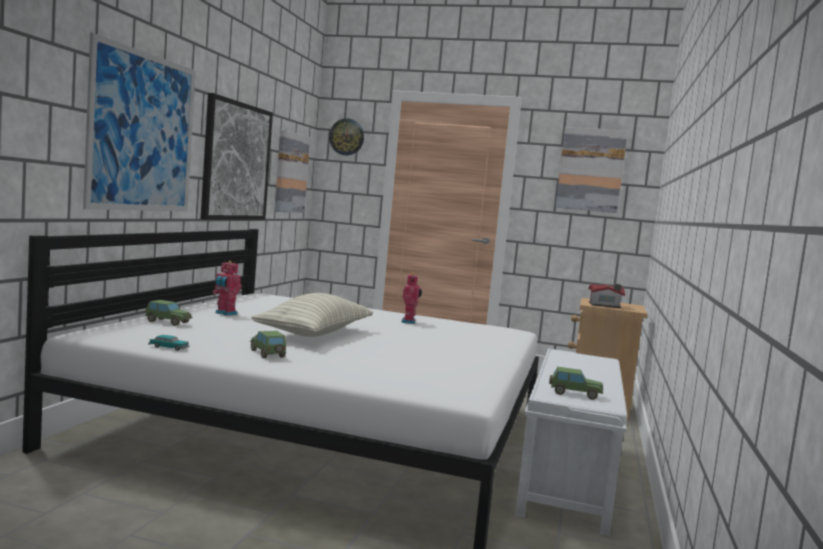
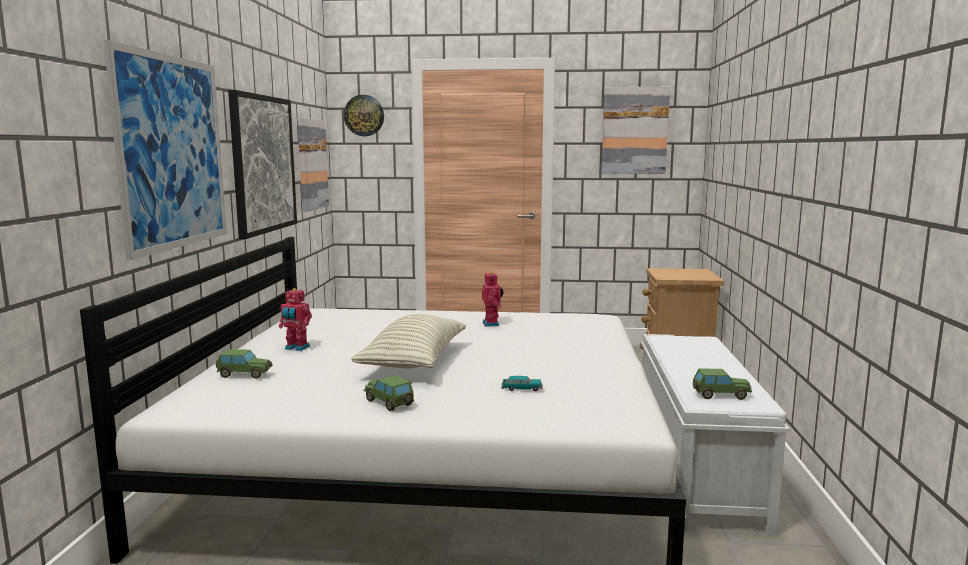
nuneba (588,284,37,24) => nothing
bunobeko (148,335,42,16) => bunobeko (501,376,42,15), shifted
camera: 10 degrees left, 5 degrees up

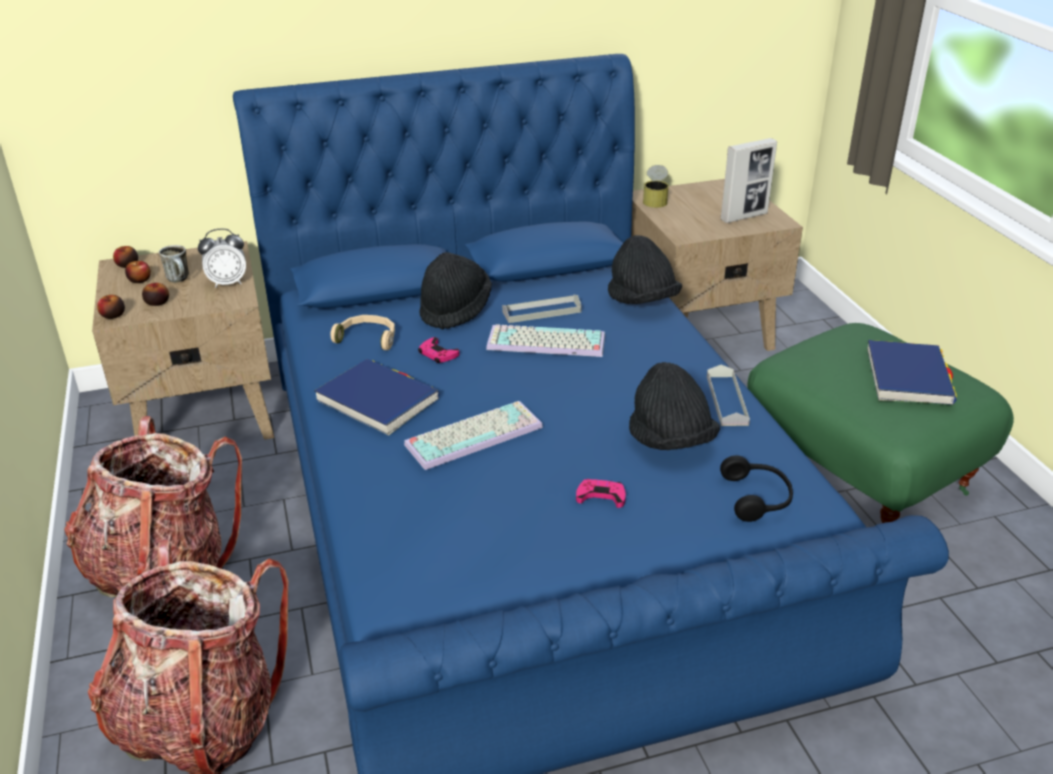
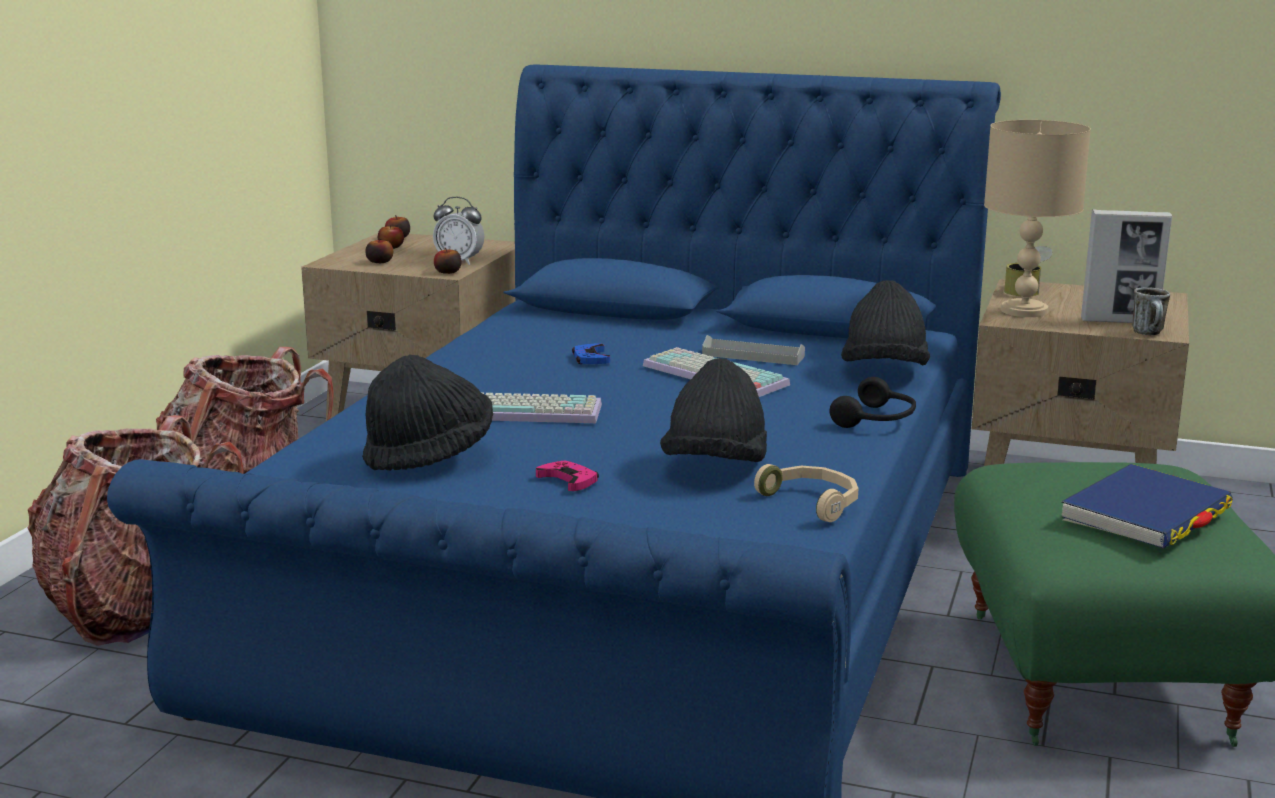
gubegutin (159,245,30,38) => gubegutin (1132,287,38,48), shifted
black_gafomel (419,252,73,78) => black_gafomel (362,354,131,116), shifted
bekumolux (97,295,28,24) => bekumolux (434,248,27,26), shifted
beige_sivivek (331,315,64,35) => beige_sivivek (754,464,104,58), shifted
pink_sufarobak (418,337,42,26) => blue_sufarobak (572,344,38,20)
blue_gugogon (314,359,126,76) => nothing
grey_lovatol (707,364,43,62) => nothing
black_sivivek (720,455,73,67) => black_sivivek (830,377,86,51), shifted
nothing => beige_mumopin (984,120,107,197)
camera: 35 degrees right, 15 degrees down

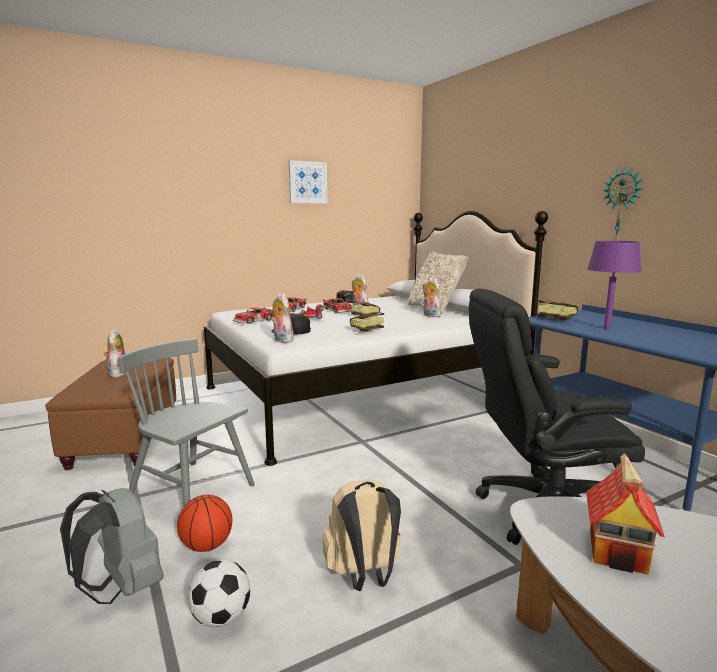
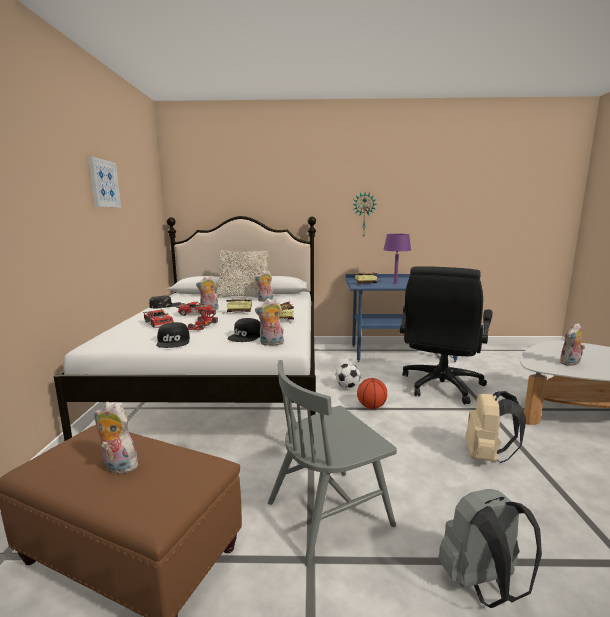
bunobeko (233,307,41,17) => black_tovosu (156,322,34,26)
nuneba (586,453,79,122) => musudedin (560,323,25,43)
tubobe (177,495,55,57) => tubobe (357,378,30,31), shifted
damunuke (188,560,62,67) => damunuke (336,363,25,25), shifted
camera: 60 degrees left, 0 degrees up

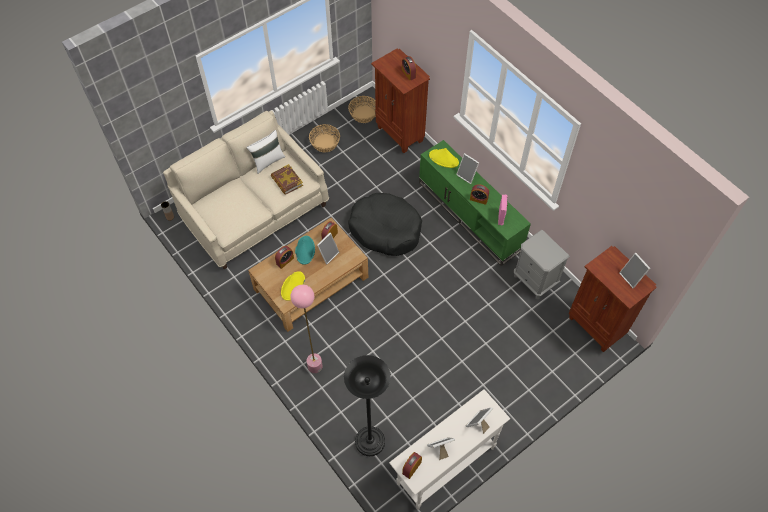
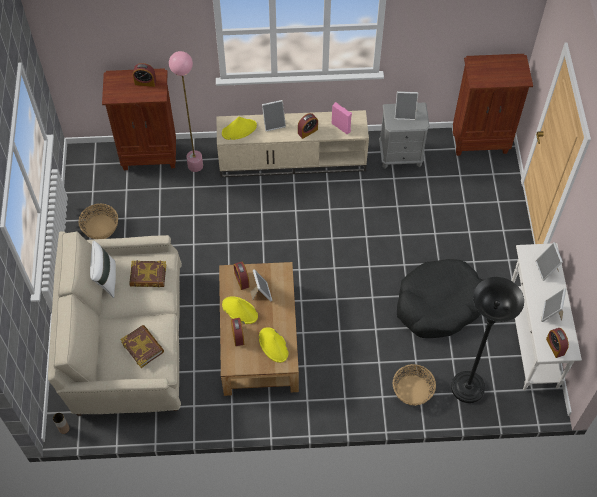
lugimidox (348,96,28,27) => lugimidox (393,364,43,42), shifted
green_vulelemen (419,140,112,126) => beige_vulelemen (216,110,153,67)
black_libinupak (348,193,74,63) => black_libinupak (397,259,86,79), shifted
turquoise_gafomel (295,236,20,29) => yellow_gafomel (222,296,36,28)
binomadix (619,253,31,35) => binomadix (395,91,23,29), shifted
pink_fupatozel (291,285,31,88) => pink_fupatozel (169,51,34,121), shifted
nothing => gugogon (120,325,44,43)
camera: 55 degrees left, 0 degrees up

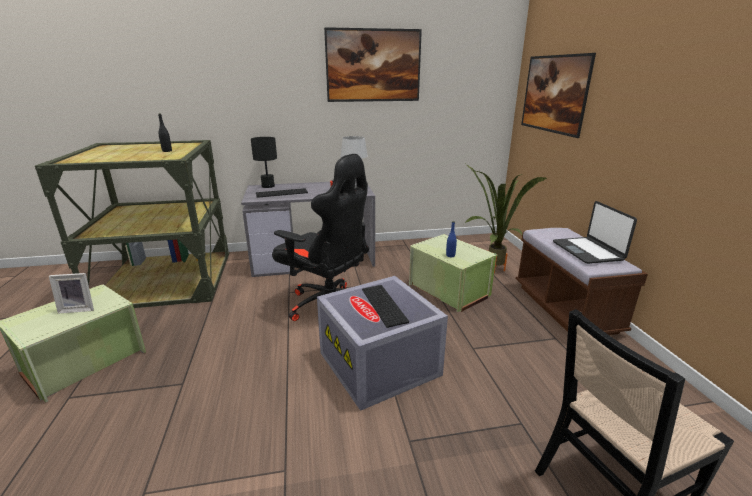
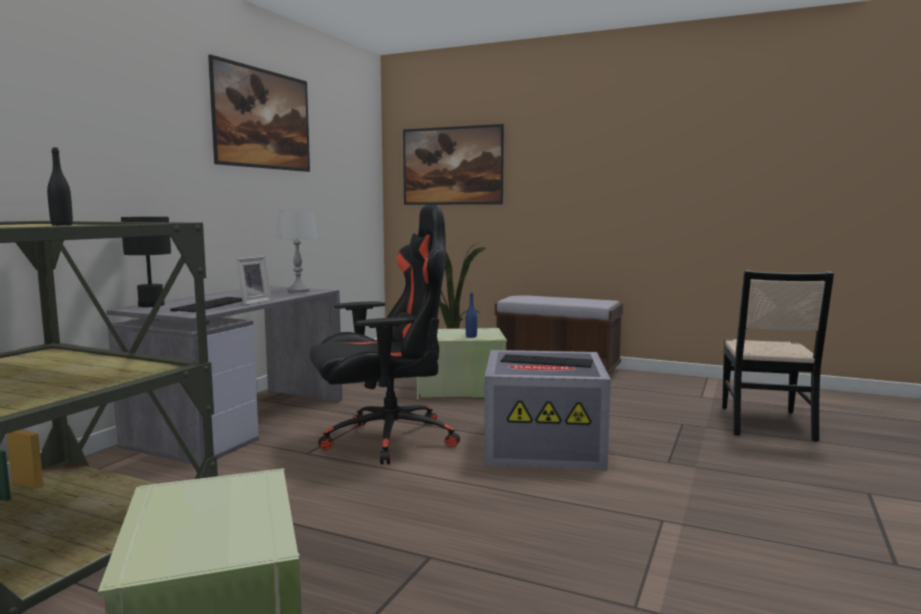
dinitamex (553,201,84,63) => nothing
binomadix (49,273,45,41) => binomadix (236,256,36,49), shifted
camera: 55 degrees left, 15 degrees down

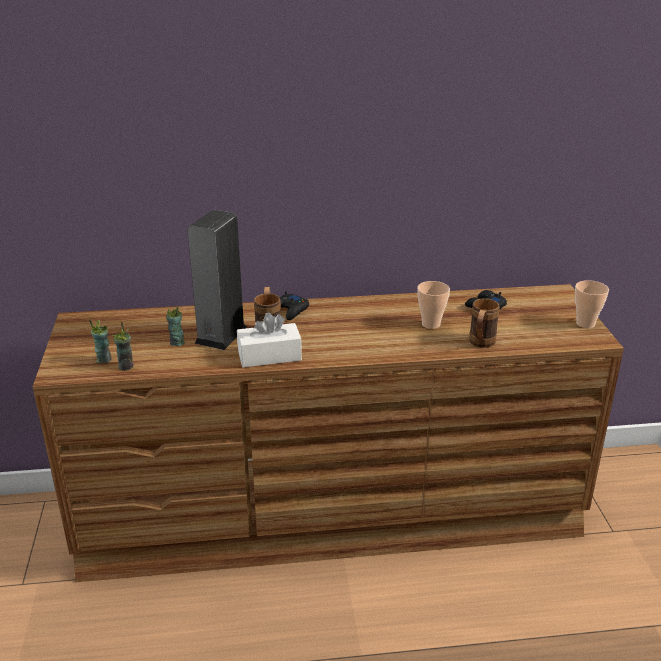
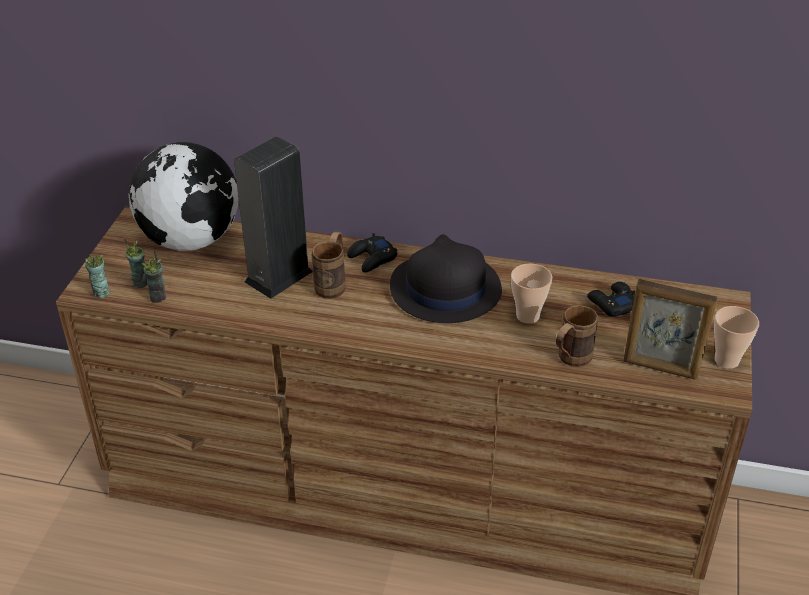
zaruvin (166,307,19,39) => zaruvin (85,254,25,44), shifted
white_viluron (237,312,65,56) => nothing
nothing => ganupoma (129,142,110,109)
nothing => black_gafomel (390,234,112,89)
nothing => binomadix (623,279,95,101)
camera: 20 degrees right, 10 degrees up

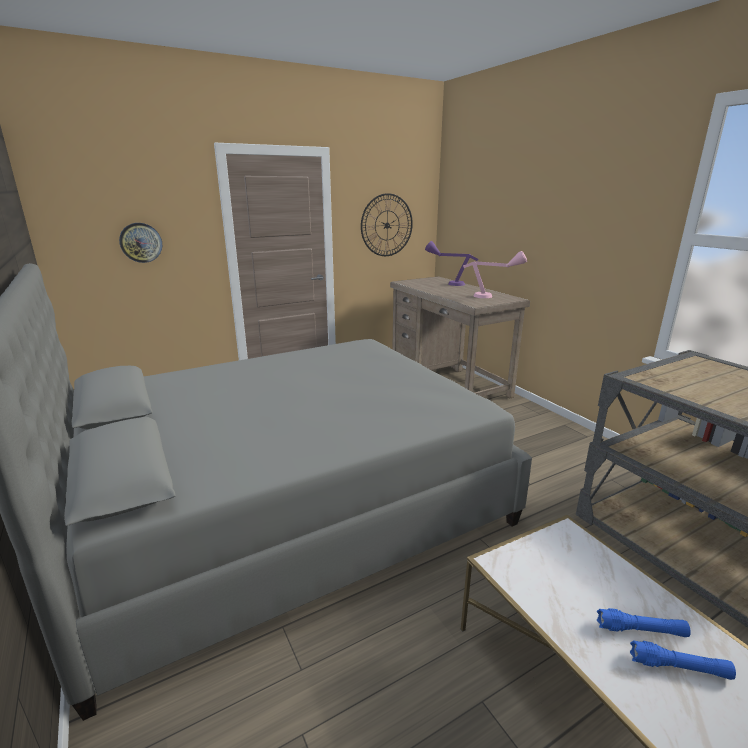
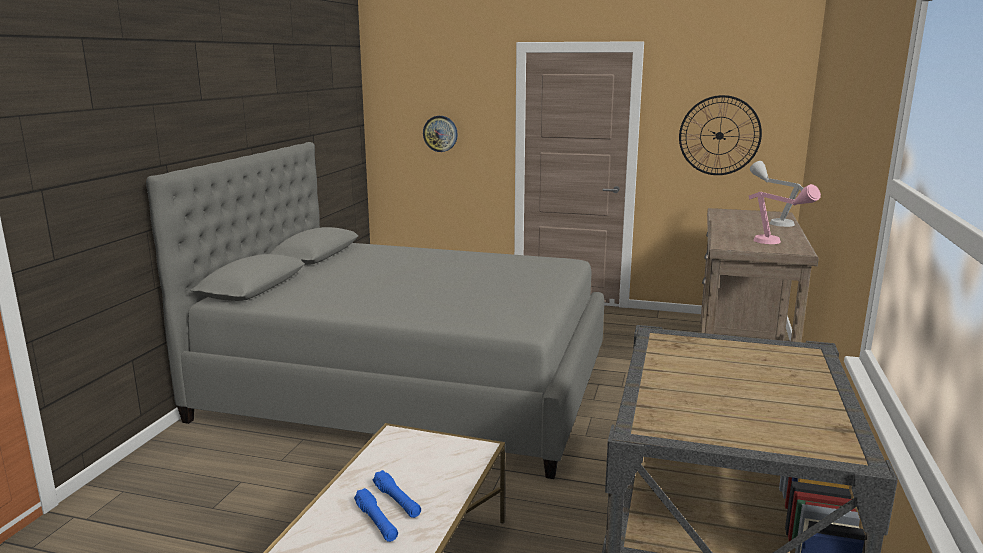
purple_mumopin (425,241,53,45) => grey_mumopin (750,161,53,66)
camera: 45 degrees right, 5 degrees down

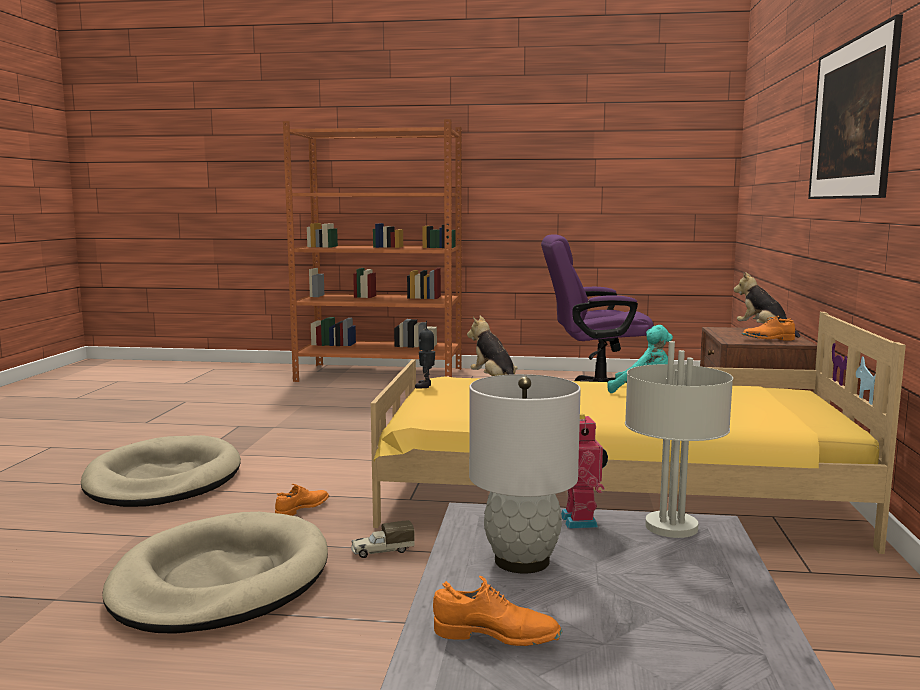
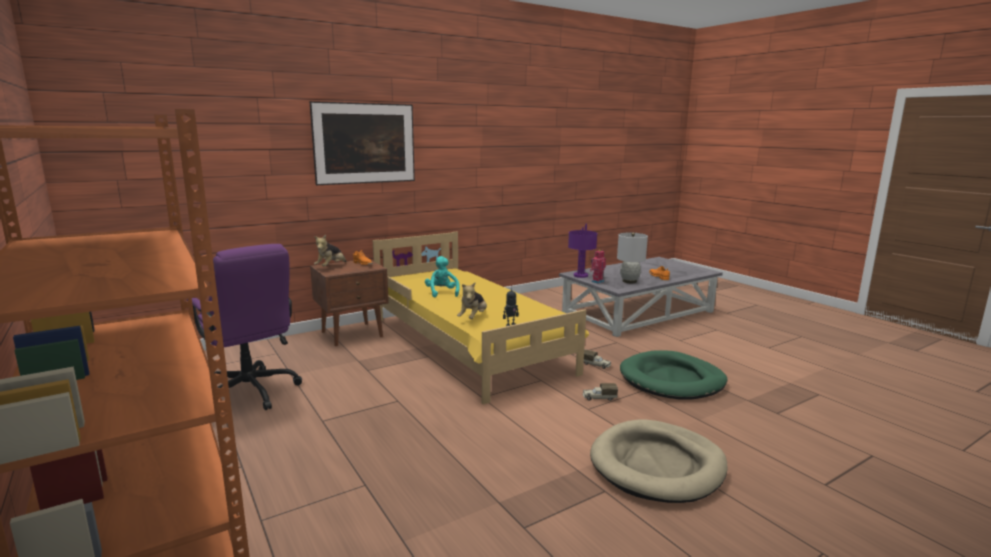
grey_mumopin (625,341,108,197) => purple_mumopin (568,224,29,54)
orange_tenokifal (275,484,54,32) => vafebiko (583,383,35,18)
beige_libinupak (102,512,226,122) => green_libinupak (620,350,108,50)
camera: 130 degrees left, 5 degrees up

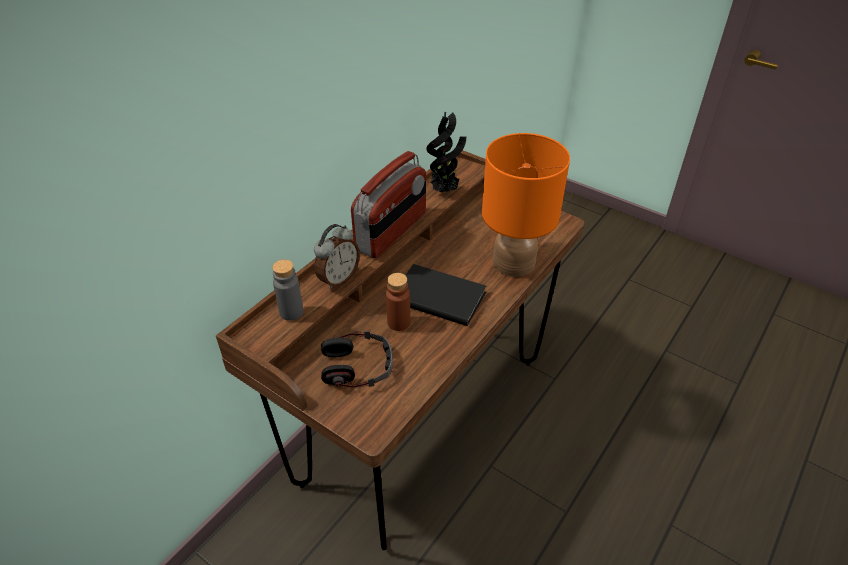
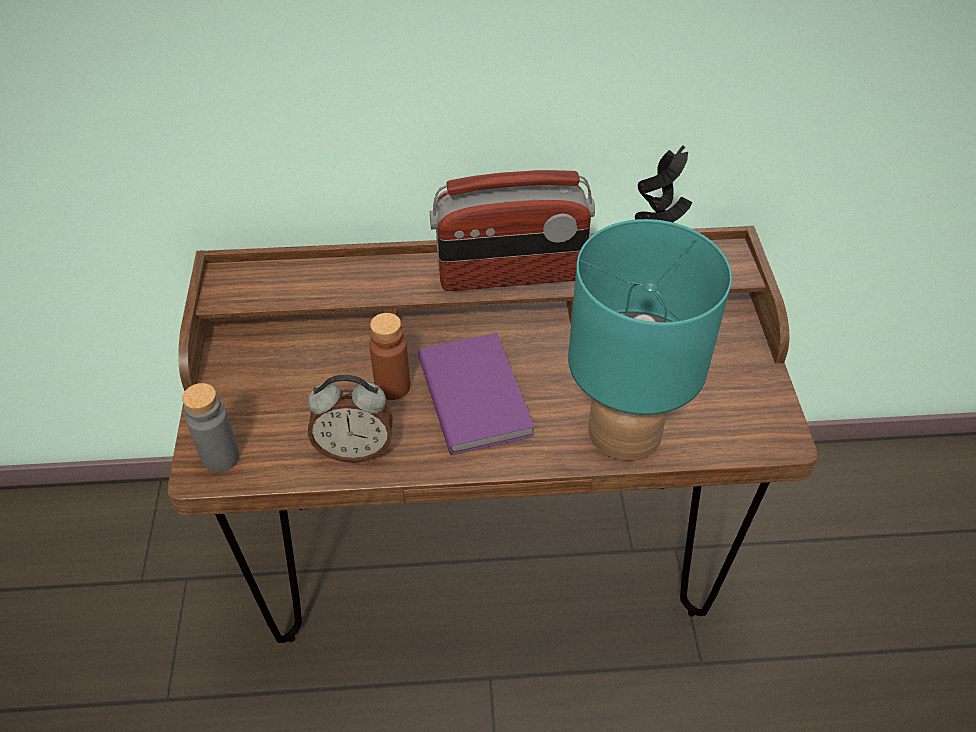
orange_mumopin (482,133,88,144) => turquoise_mumopin (568,219,164,242)
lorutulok (314,224,46,65) => lorutulok (308,374,85,89), shifted
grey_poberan (272,259,32,62) => grey_poberan (182,383,58,89), shifted
black_gugogon (405,264,81,62) => purple_gugogon (418,333,117,122)
sivivek (321,331,72,57) => nothing
camera: 50 degrees right, 5 degrees up

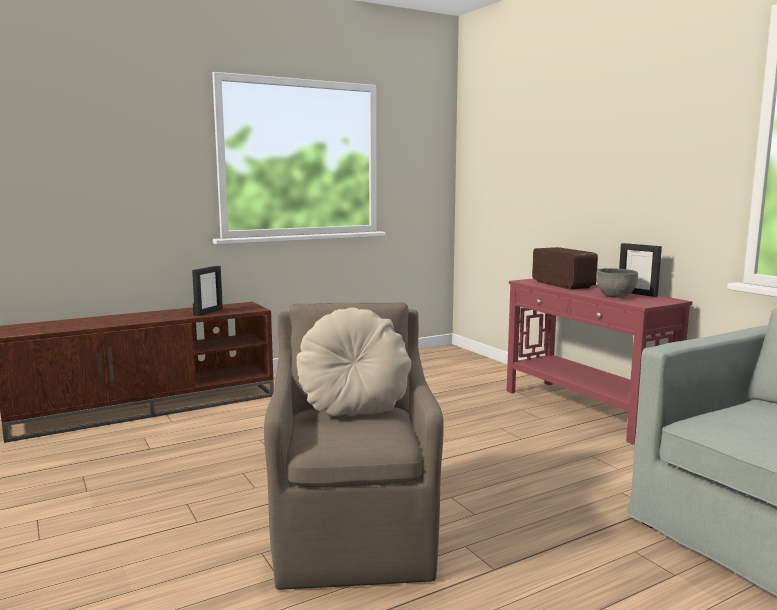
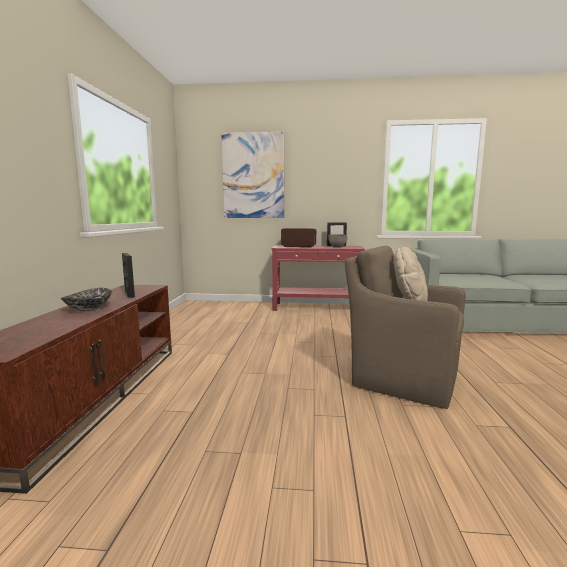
nothing => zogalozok (221,132,63,86)
nothing => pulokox (61,288,51,23)
camera: 55 degrees left, 0 degrees up

